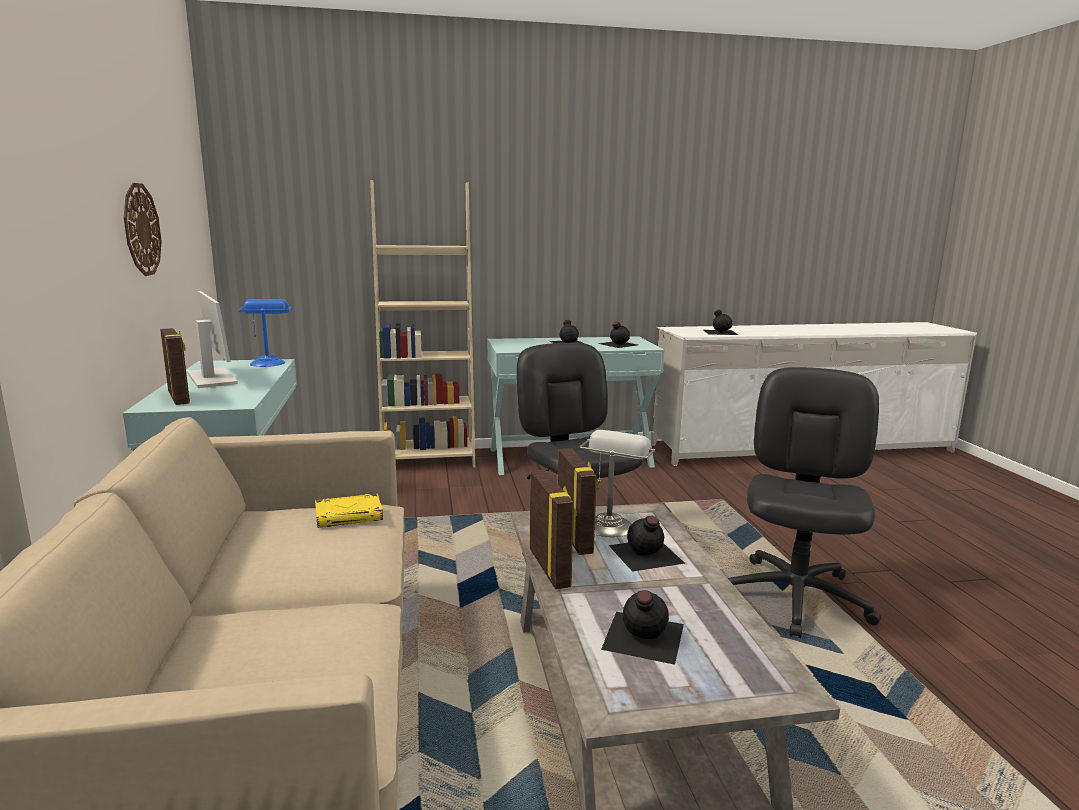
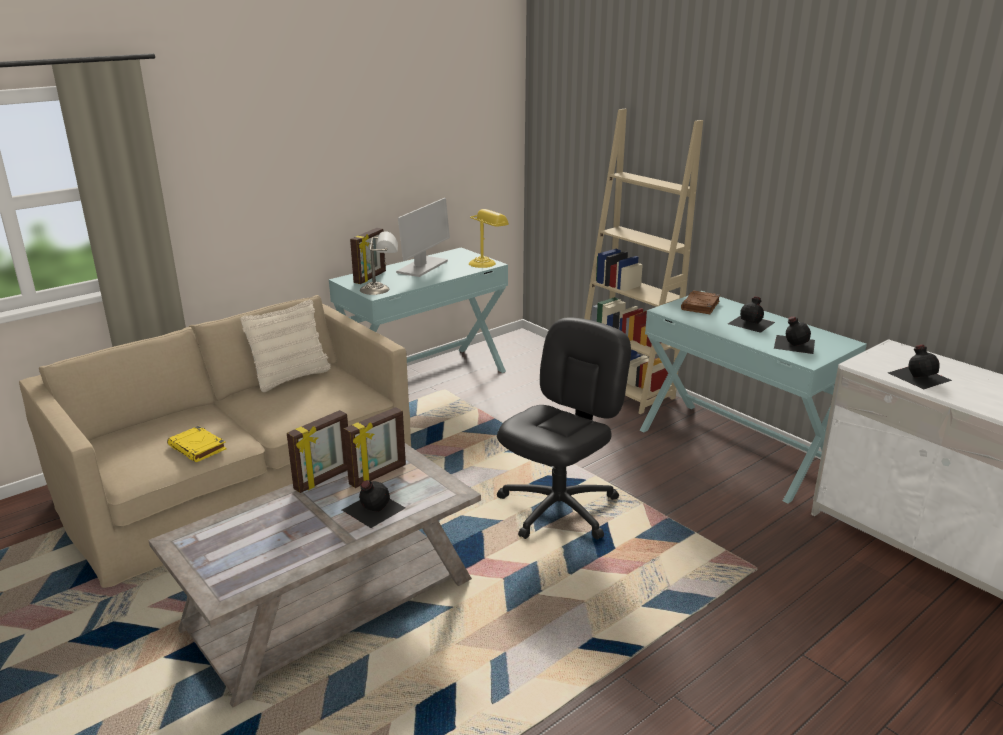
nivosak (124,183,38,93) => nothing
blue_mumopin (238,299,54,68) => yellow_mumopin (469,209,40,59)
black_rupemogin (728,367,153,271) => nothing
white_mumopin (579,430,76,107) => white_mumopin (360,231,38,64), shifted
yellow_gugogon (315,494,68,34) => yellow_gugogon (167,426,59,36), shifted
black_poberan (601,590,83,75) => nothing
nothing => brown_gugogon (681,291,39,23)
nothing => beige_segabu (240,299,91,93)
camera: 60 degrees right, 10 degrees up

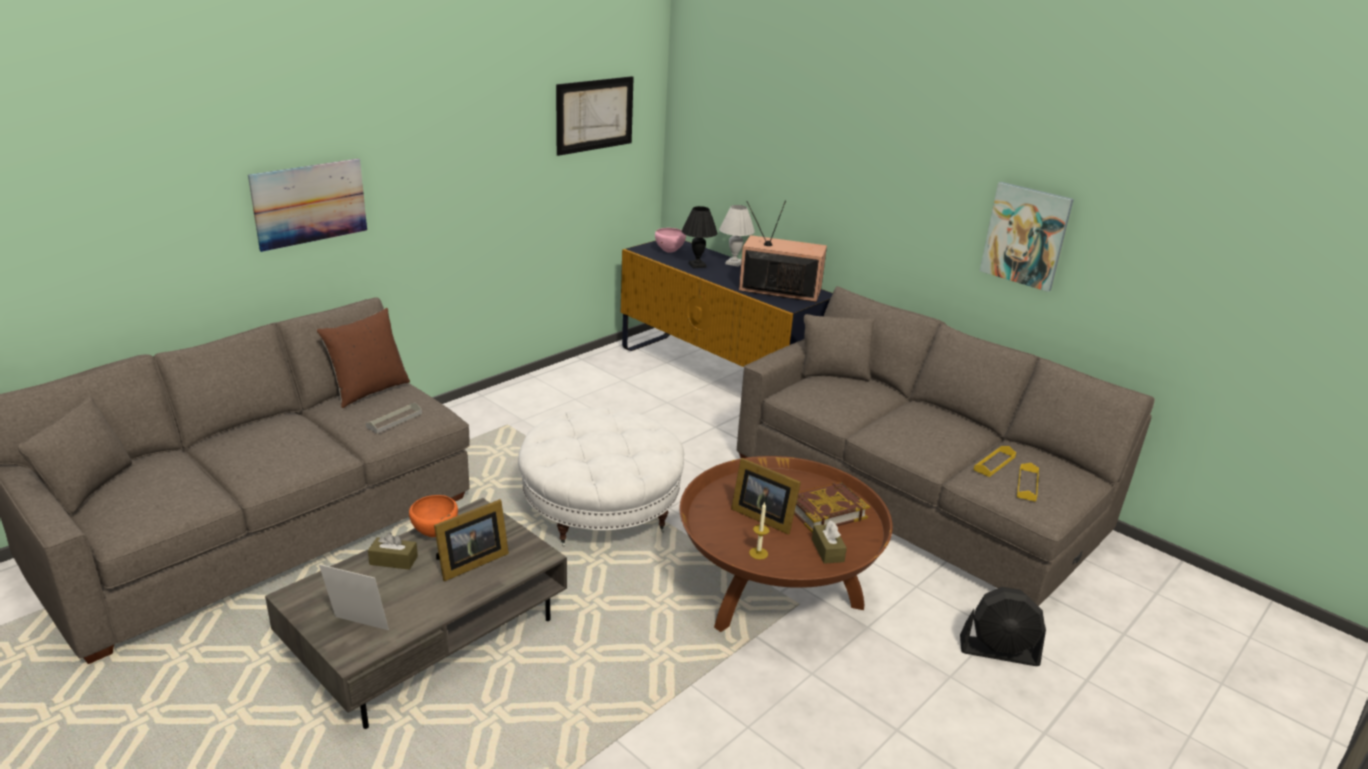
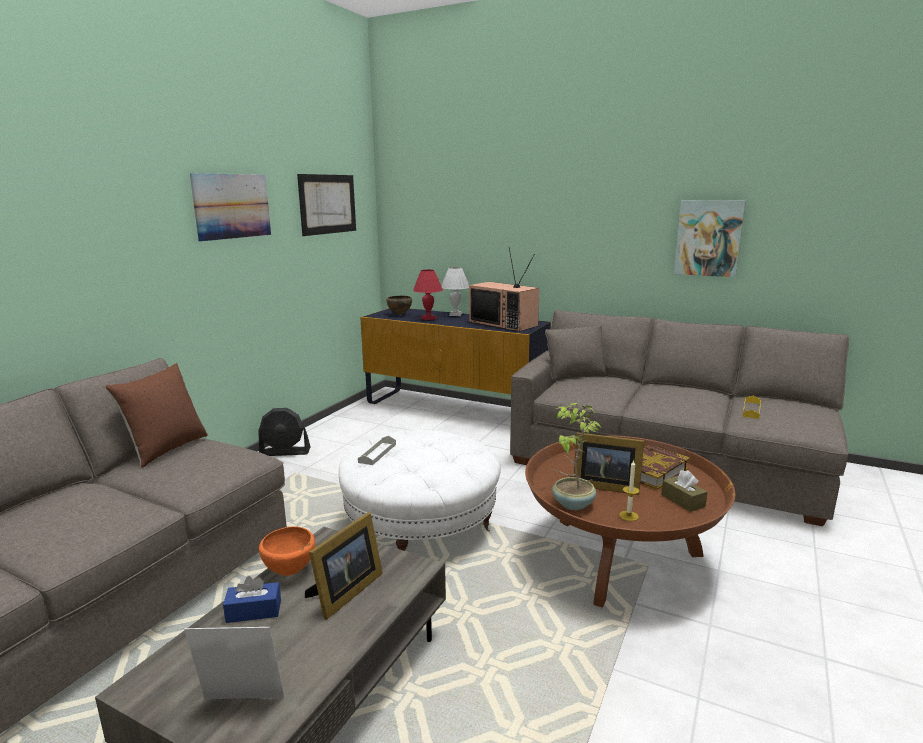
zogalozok (248,159,119,93) => zogalozok (190,173,81,69), shifted
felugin (739,200,88,102) => felugin (469,247,70,85), 135 degrees counterclockwise
black_mumopin (682,206,36,63) => red_mumopin (413,270,30,51)
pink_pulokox (655,228,31,25) => brown_pulokox (386,296,26,19)
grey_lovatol (366,403,56,31) => grey_lovatol (358,436,38,29), shifted
yellow_lovatol (1017,463,22,39) => nothing
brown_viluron (368,532,50,38) => blue_viluron (223,576,58,47)
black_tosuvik (960,587,86,79) => black_tosuvik (259,408,52,48), shifted
nothing => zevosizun (551,403,51,107)
camera: 15 degrees left, 10 degrees down

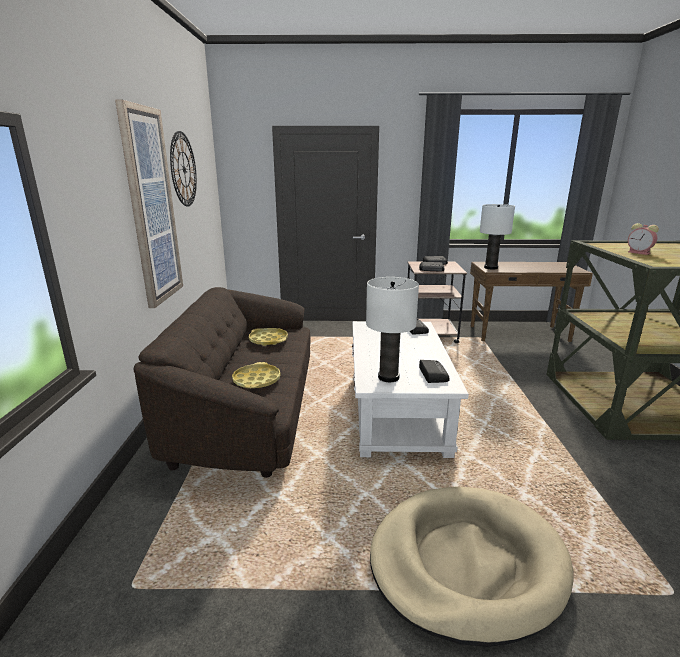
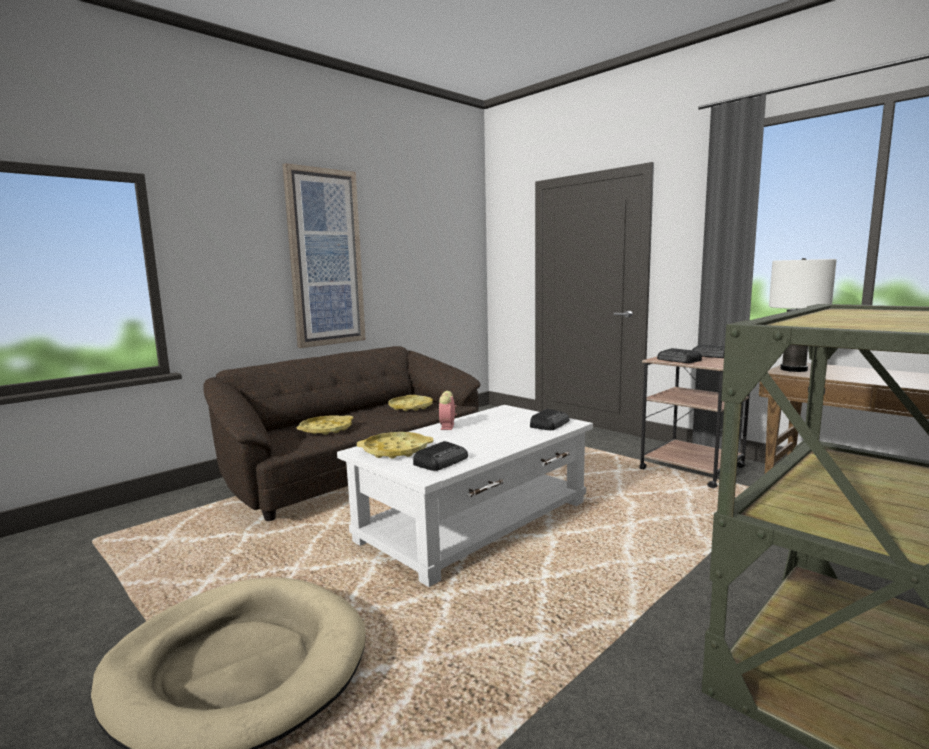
nivosak (170,131,27,76) => nothing
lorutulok (628,223,31,32) => lorutulok (439,391,18,39), shifted
white_mumopin (366,277,53,105) => yellow_lovatol (357,432,76,27)
camera: 45 degrees right, 10 degrees down

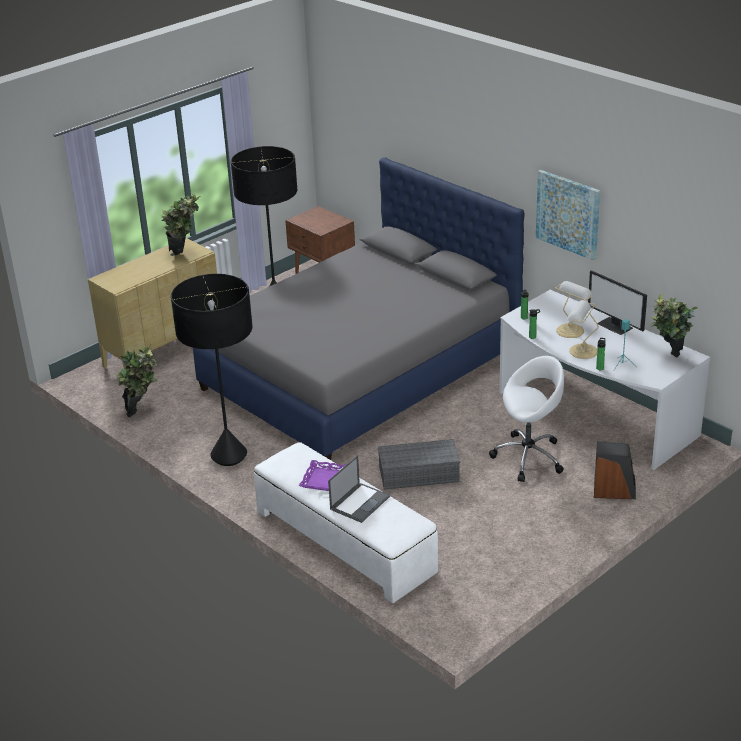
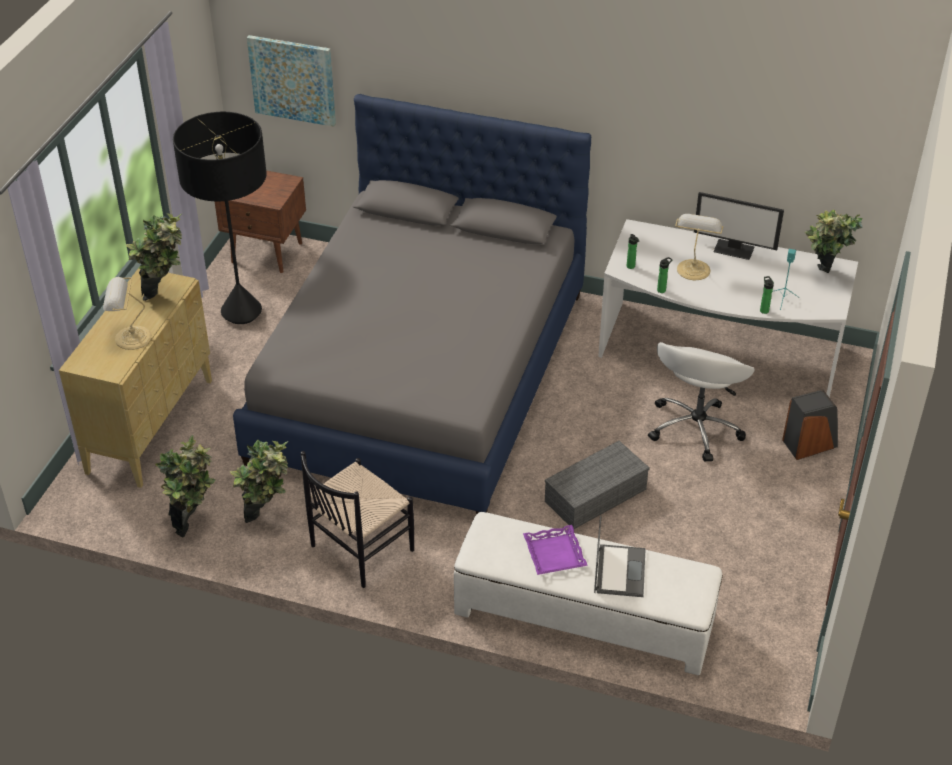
zogalozok (536,170,64,90) => zogalozok (247,35,89,92), shifted
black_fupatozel (171,274,82,192) => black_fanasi (301,451,113,137)
mumopin (567,300,32,59) => mumopin (103,277,49,73), shifted
white_rupemogin (489,356,75,126) => white_rupemogin (648,342,107,119), 150 degrees clockwise
nothing => zevosizun (230,440,59,83)
camera: 30 degrees left, 10 degrees up

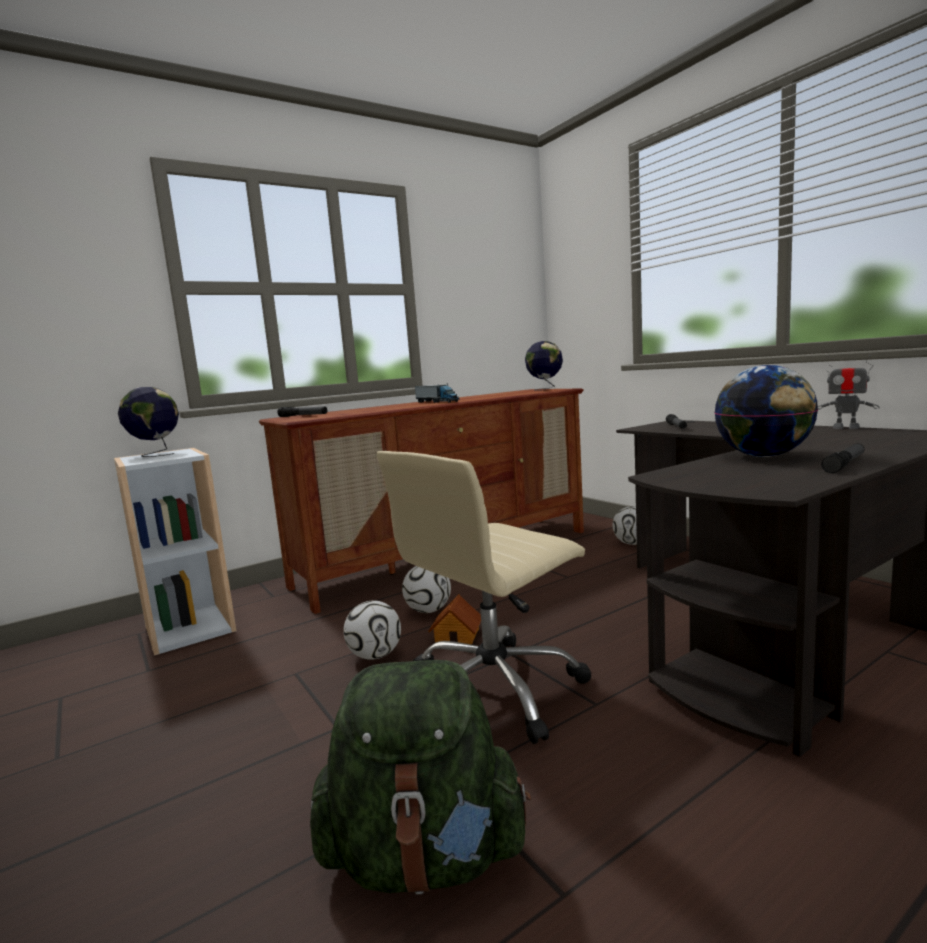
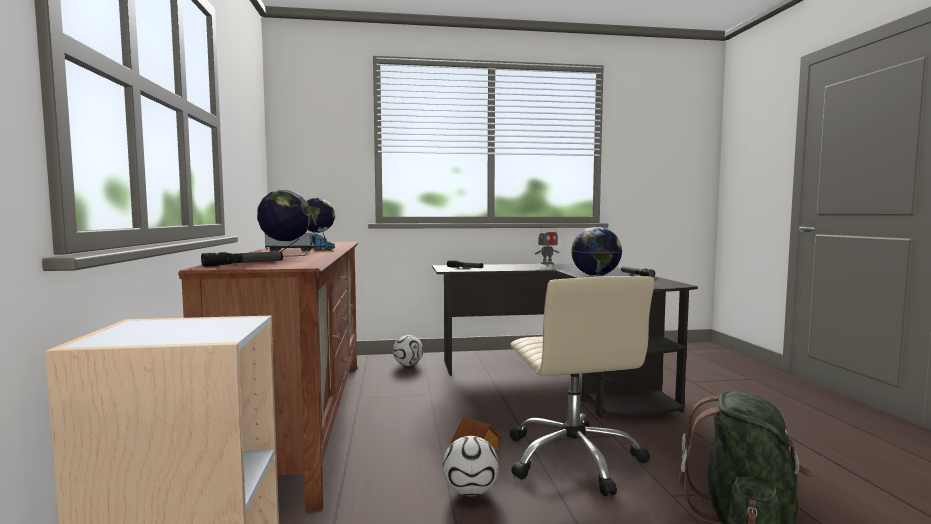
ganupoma (118,387,61,70) => ganupoma (257,189,55,67), shifted
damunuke (402,566,49,47) => nothing
camera: 65 degrees left, 5 degrees down

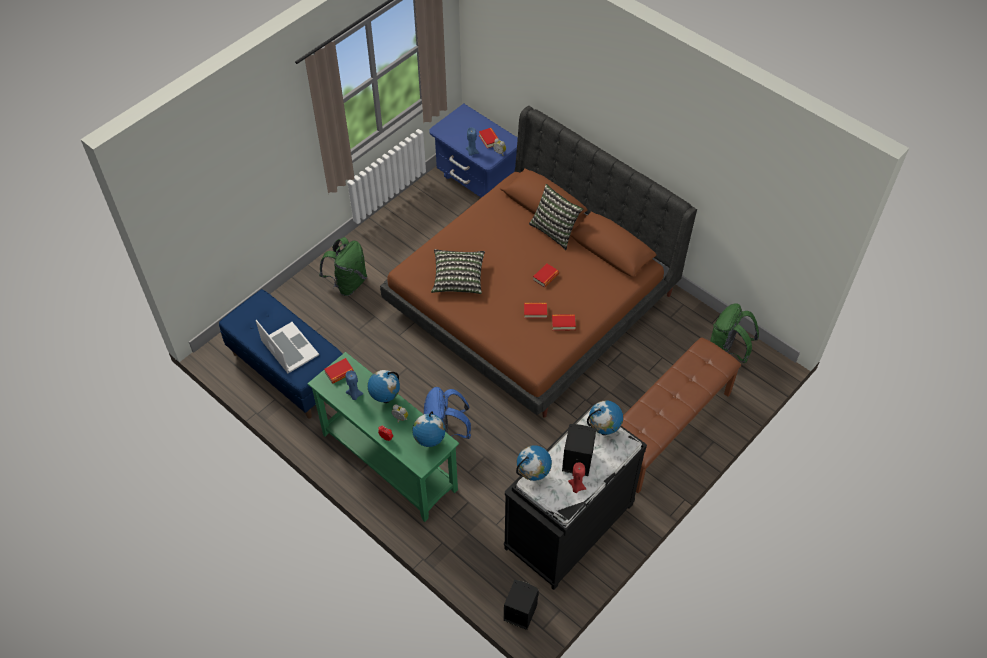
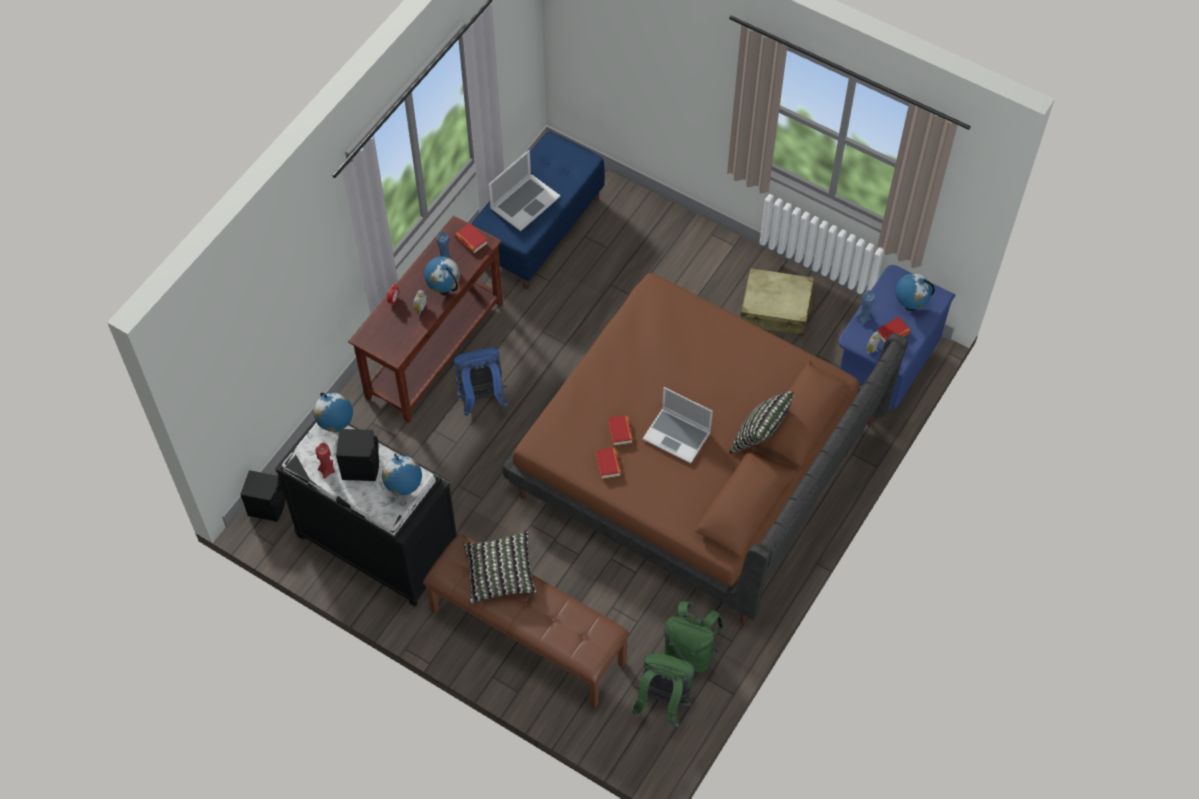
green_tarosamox (319,237,48,59) => green_tarosamox (664,601,60,71), shifted
segabu (431,249,54,45) => segabu (463,530,73,74), shifted
gugogon (533,264,26,23) => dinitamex (643,387,70,77)
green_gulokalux (308,352,151,170) => brown_gulokalux (348,215,155,208)
ganupoma (412,411,34,36) => ganupoma (895,273,40,38), shifted
nothing => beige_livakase (741,268,73,68)
camera: 80 degrees right, 5 degrees up

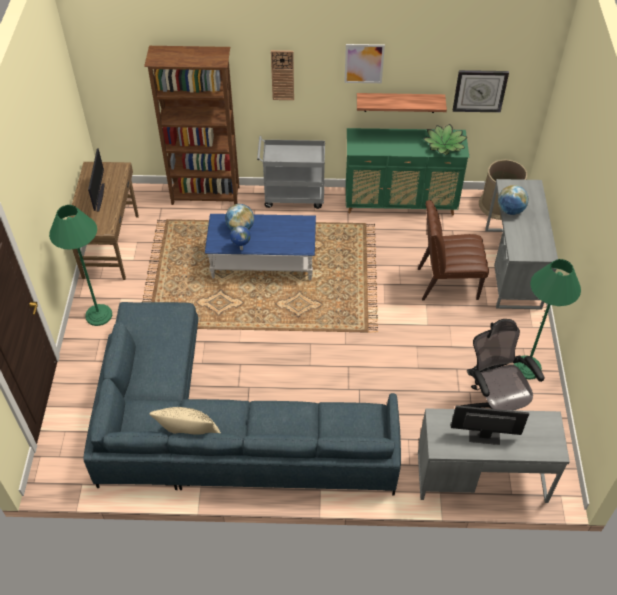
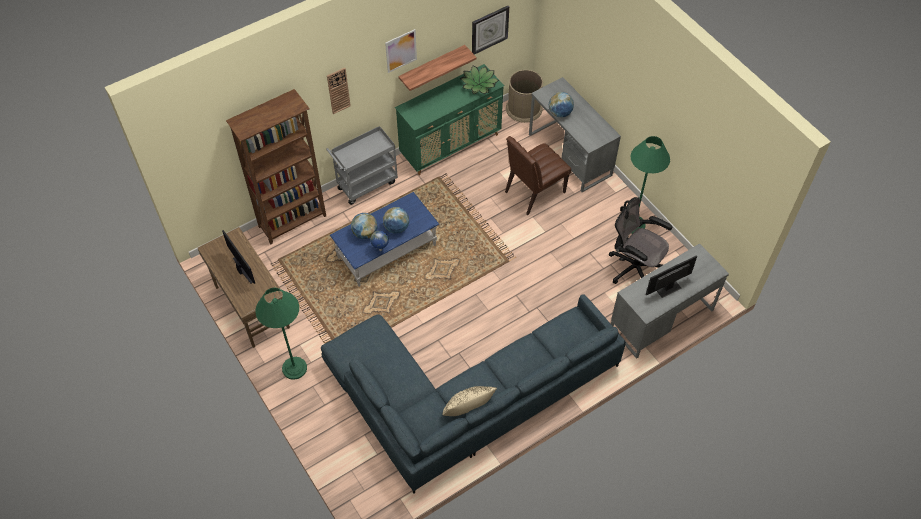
nothing => ganupoma (383,207,26,27)
camera: 35 degrees left, 5 degrees up

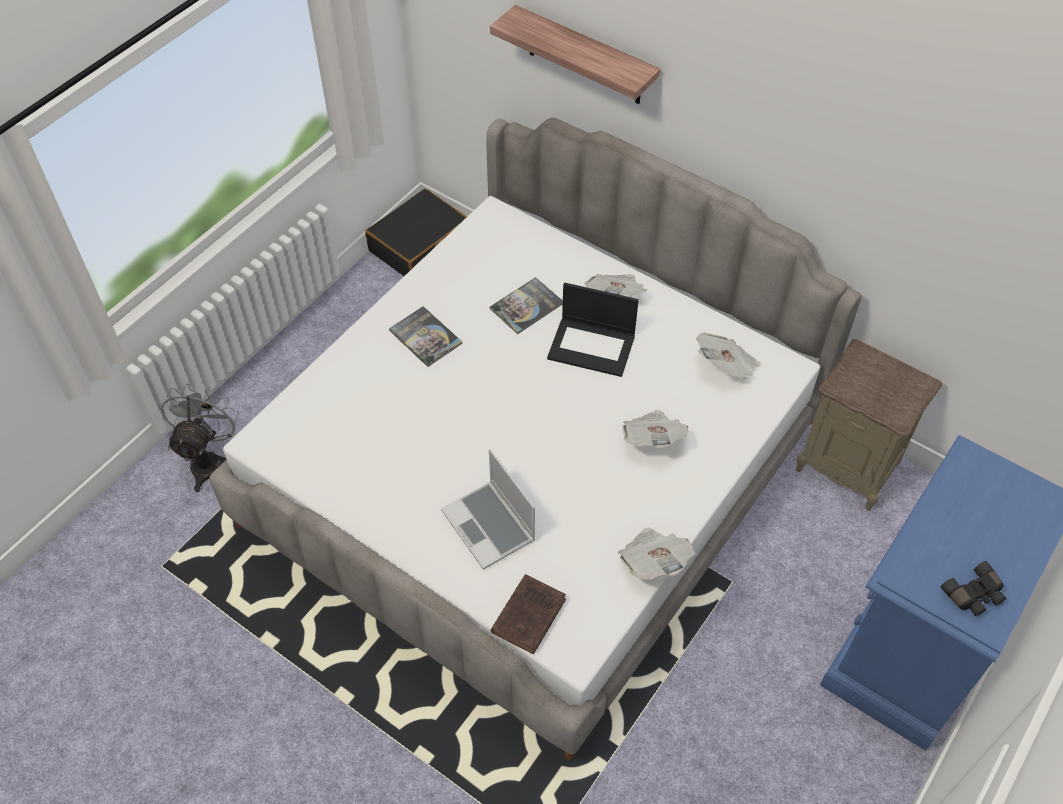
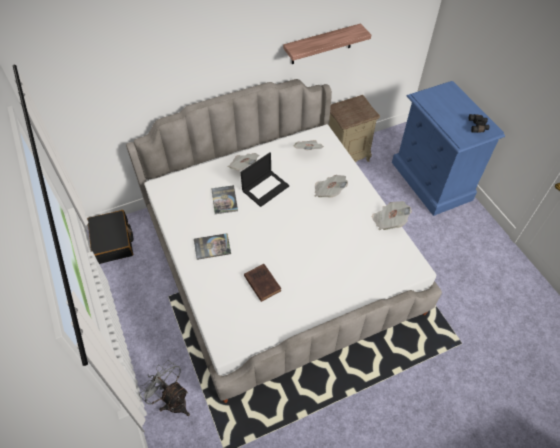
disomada (490,5,170,99) => disomada (283,23,88,41), shifted
dinitamex (441,449,94,121) => nothing
brown_gugogon (491,574,75,80) => brown_gugogon (244,264,37,38), shifted
camera: 60 degrees left, 0 degrees up

